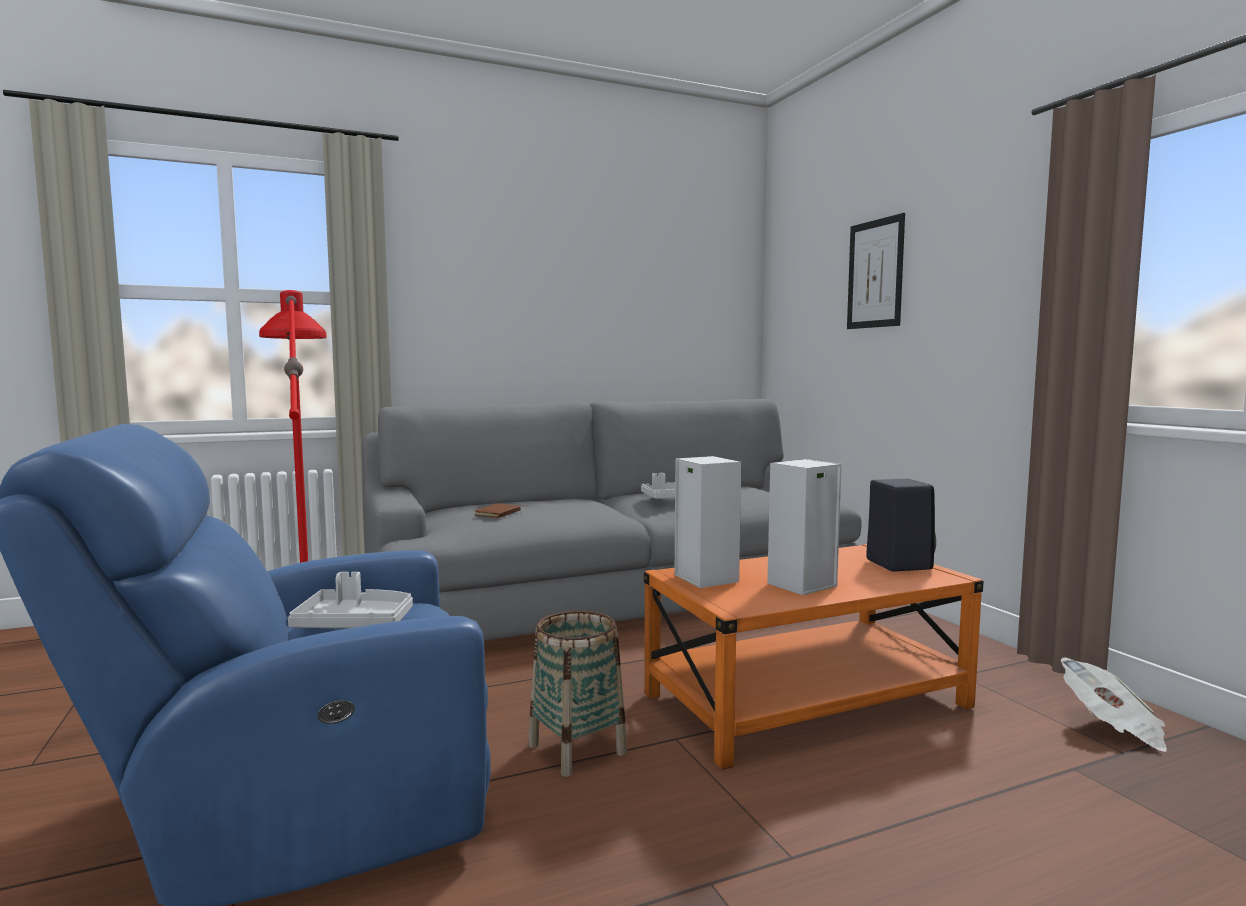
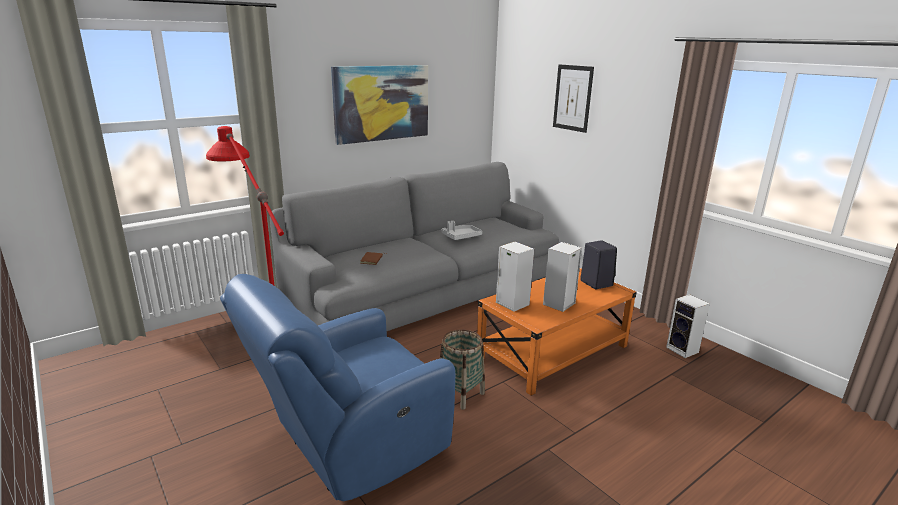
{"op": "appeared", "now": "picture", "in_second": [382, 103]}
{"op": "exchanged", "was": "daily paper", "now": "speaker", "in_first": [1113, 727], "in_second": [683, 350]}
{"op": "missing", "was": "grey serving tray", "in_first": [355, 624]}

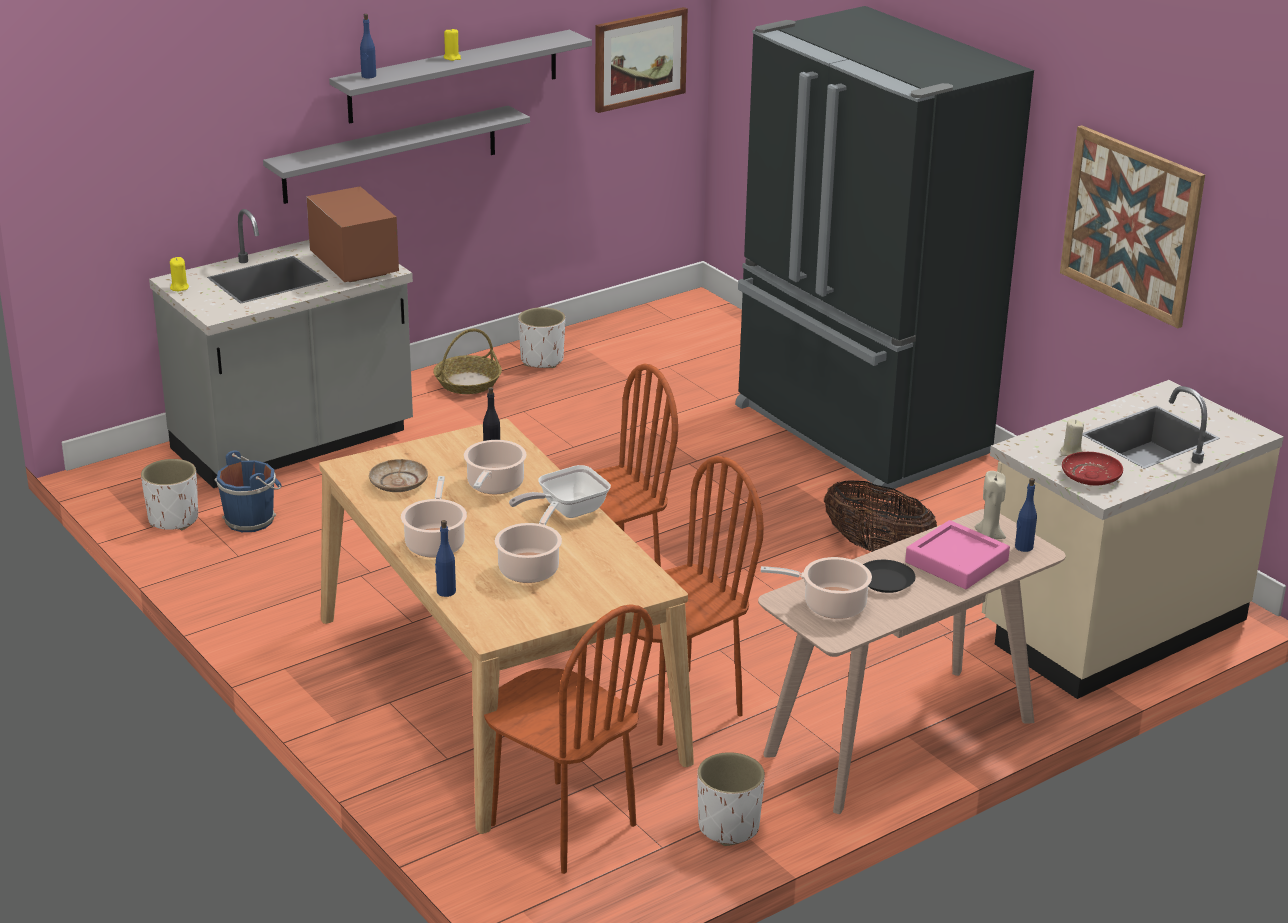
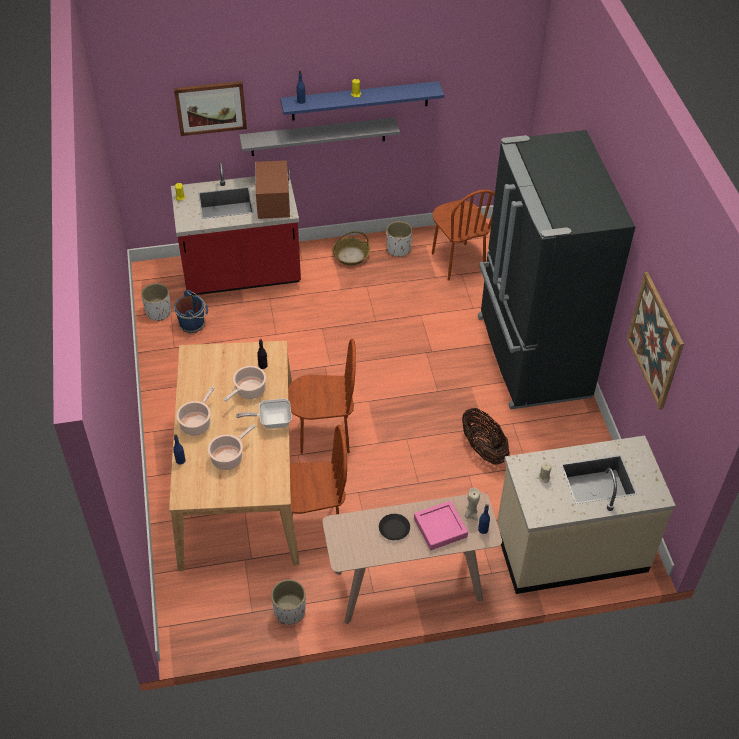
{"op": "colour", "was": "grey counter", "now": "red-coloured counter", "in_first": [294, 443], "in_second": [242, 275]}
{"op": "relocated", "was": "picture", "in_first": [639, 58], "in_second": [210, 107]}
{"op": "colour", "was": "grey wall shelf", "now": "blue-coloured wall shelf", "in_first": [454, 76], "in_second": [360, 101]}
{"op": "relocated", "was": "brown upright chair", "in_first": [562, 825], "in_second": [457, 261]}
{"op": "missing", "was": "sand-coloured plate", "in_first": [398, 483]}
{"op": "missing", "was": "cooking pot", "in_first": [830, 605]}
{"op": "missing", "was": "red-coloured plate", "in_first": [1091, 476]}

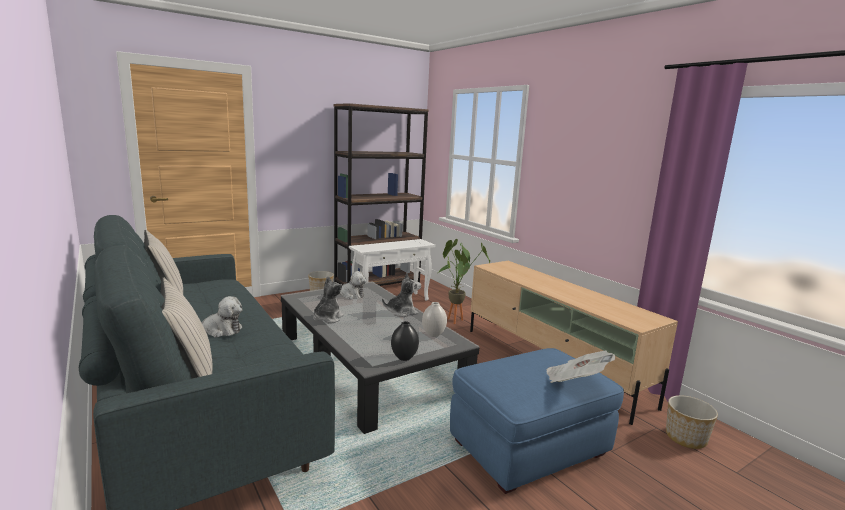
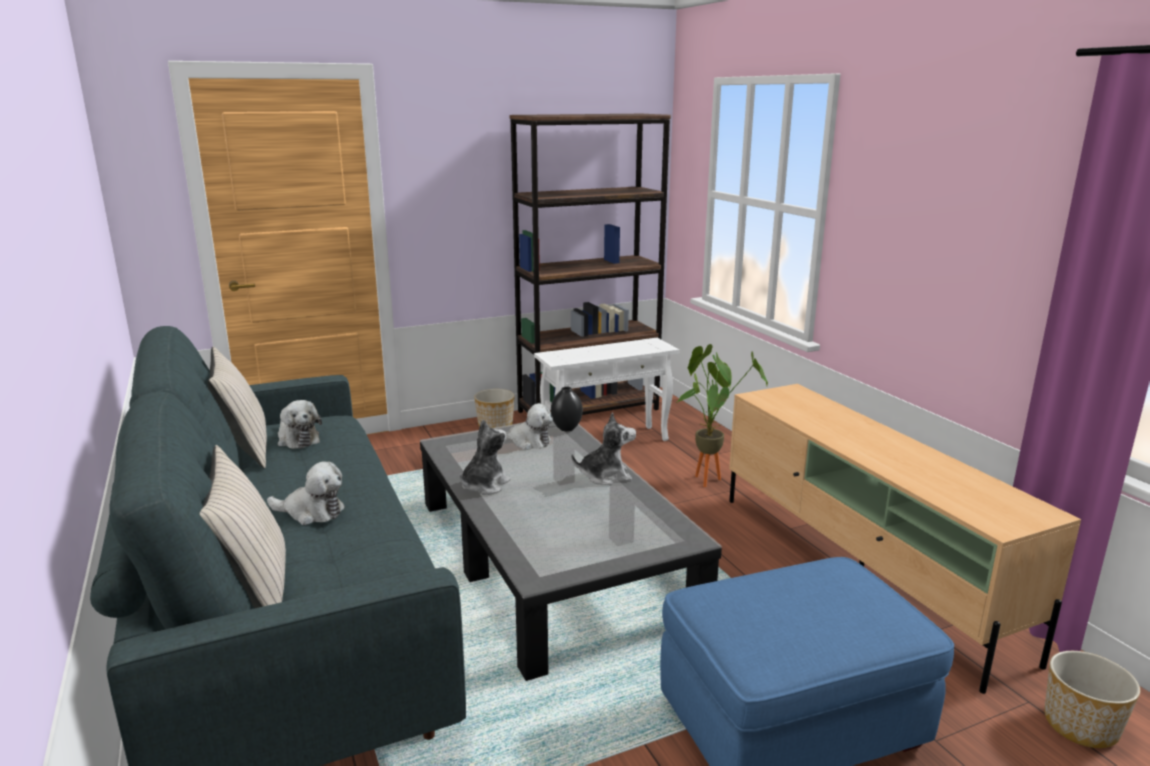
{"op": "appeared", "now": "plush toy", "in_second": [297, 439]}
{"op": "relocated", "was": "black-coloured flower vase", "in_first": [403, 358], "in_second": [566, 428]}
{"op": "missing", "was": "whitish flower vase", "in_first": [433, 335]}
{"op": "missing", "was": "daily paper", "in_first": [575, 381]}

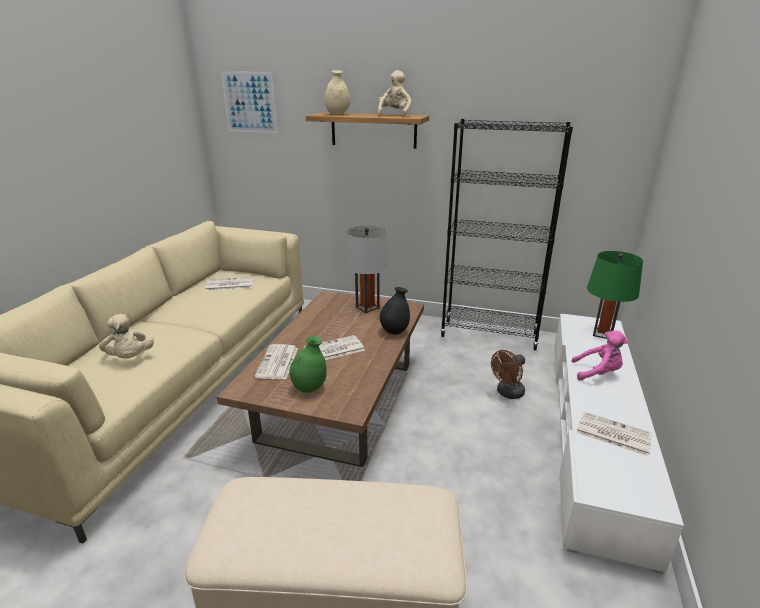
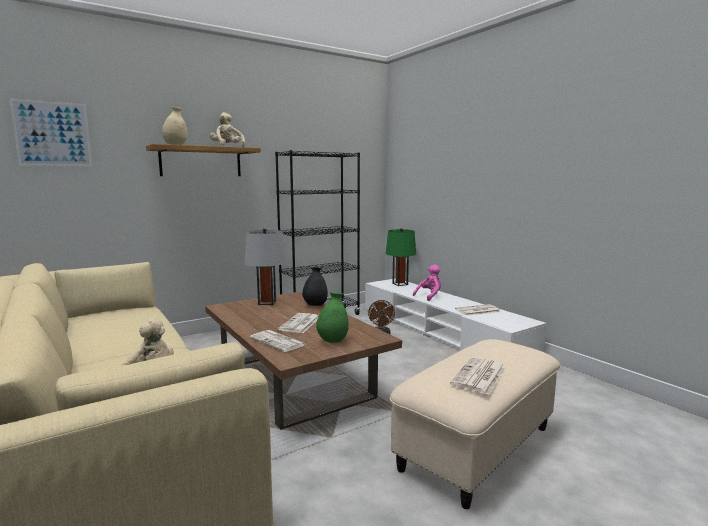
{"op": "relocated", "was": "daily paper", "in_first": [229, 285], "in_second": [479, 376]}

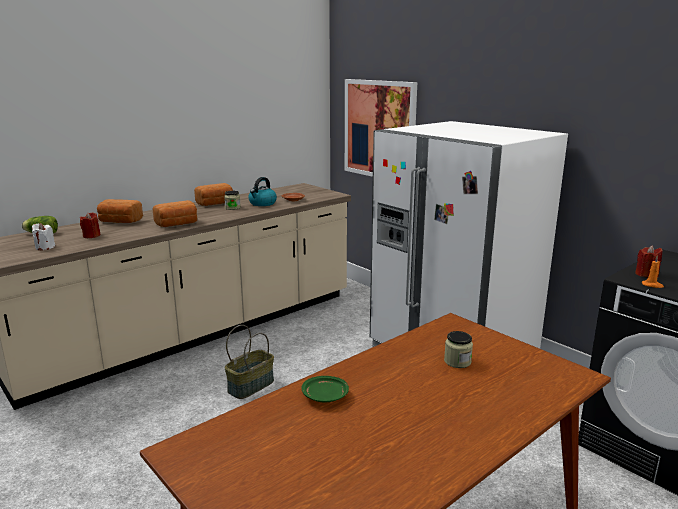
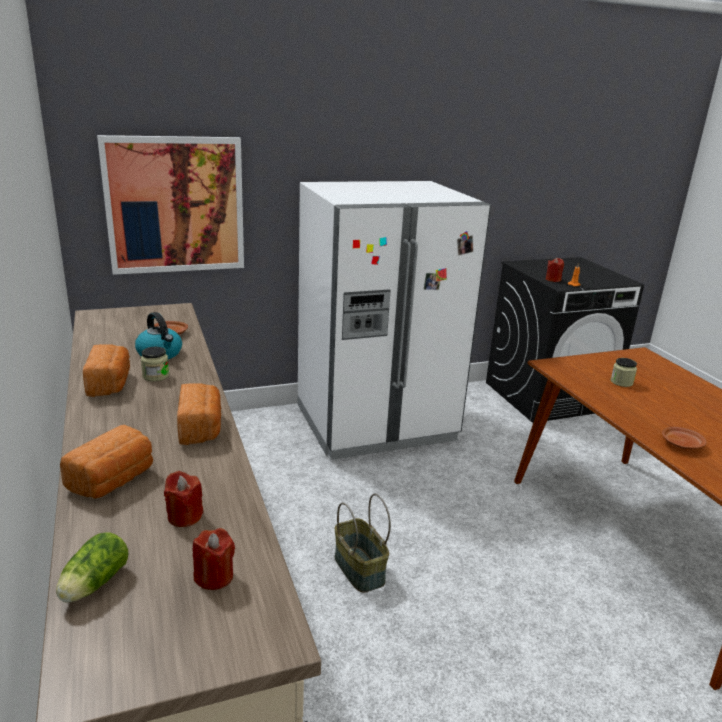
{"op": "colour", "was": "whitish wax light", "now": "red-coloured wax light", "in_first": [45, 247], "in_second": [214, 576]}
{"op": "colour", "was": "green plate", "now": "brown plate", "in_first": [325, 396], "in_second": [681, 444]}

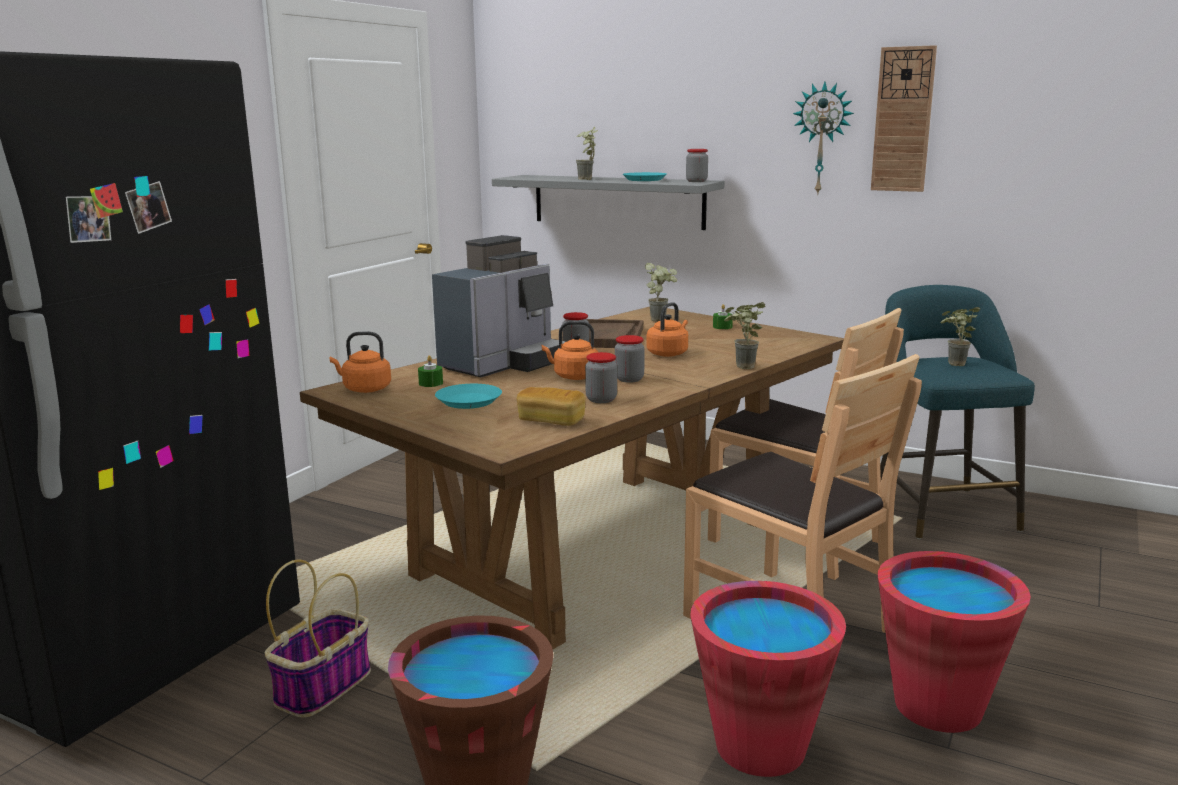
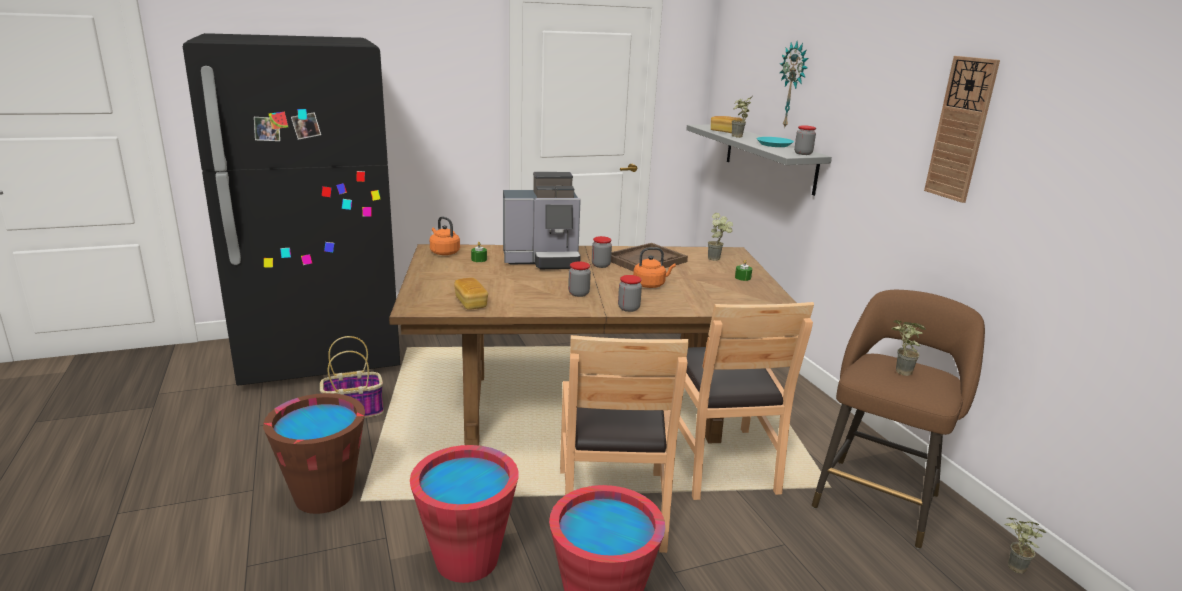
{"op": "relocated", "was": "preserve jar", "in_first": [601, 399], "in_second": [628, 308]}
{"op": "appeared", "now": "bakery bread", "in_second": [725, 132]}
{"op": "relocated", "was": "hanging clock", "in_first": [822, 138], "in_second": [793, 85]}
{"op": "colour", "was": "turquoise sitting stool", "now": "brown sitting stool", "in_first": [940, 510], "in_second": [877, 497]}
{"op": "relocated", "was": "potted plant", "in_first": [741, 368], "in_second": [1011, 567]}
{"op": "missing", "was": "turquoise plate", "in_first": [468, 401]}
{"op": "missing", "was": "orange tea kettle", "in_first": [573, 377]}

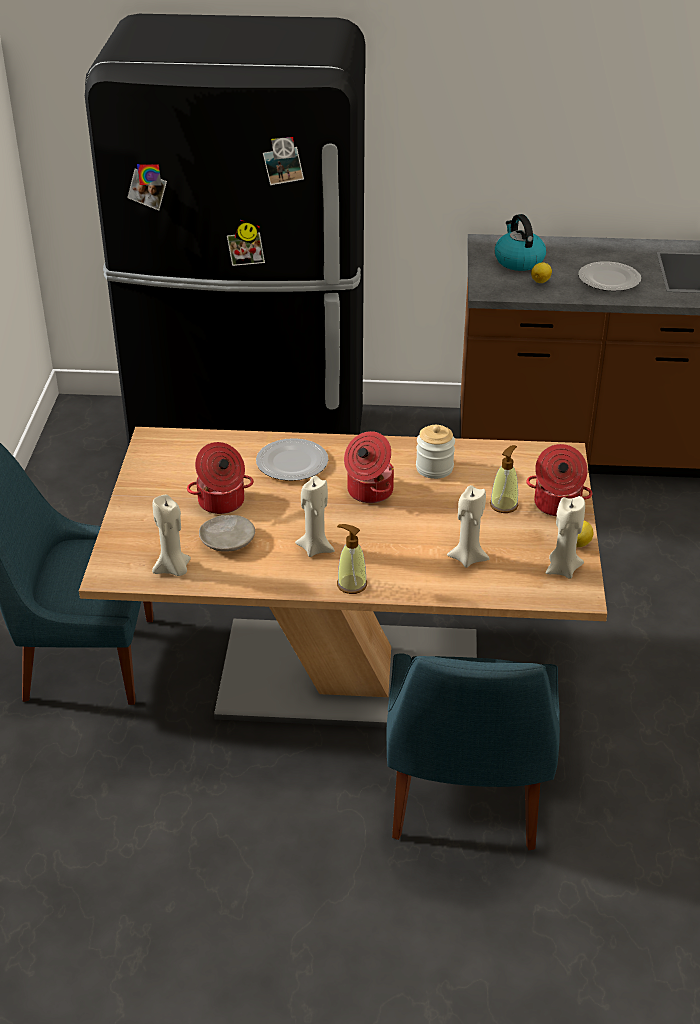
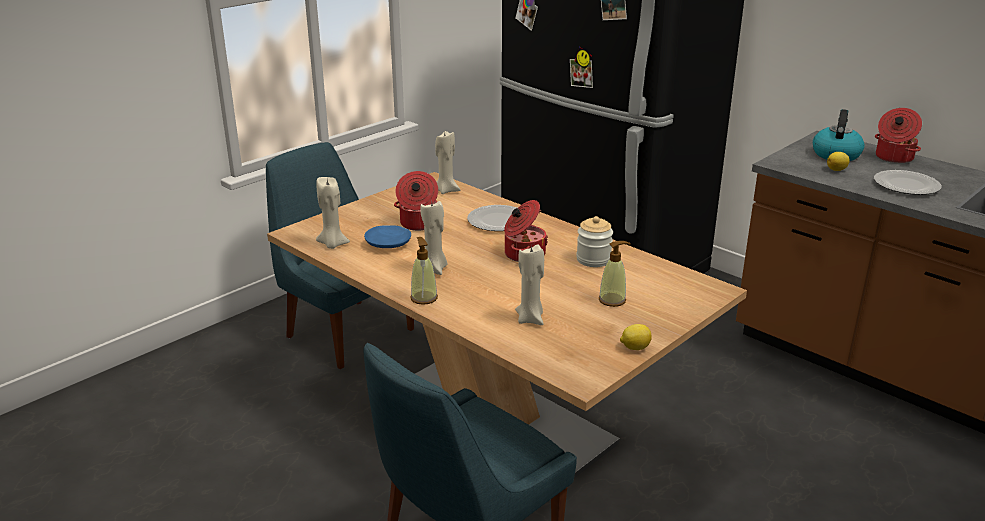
{"op": "colour", "was": "sand-coloured plate", "now": "blue-coloured plate", "in_first": [228, 540], "in_second": [388, 243]}
{"op": "relocated", "was": "sand-coloured wax light", "in_first": [562, 569], "in_second": [446, 190]}
{"op": "relocated", "was": "cooking pot", "in_first": [556, 505], "in_second": [893, 158]}

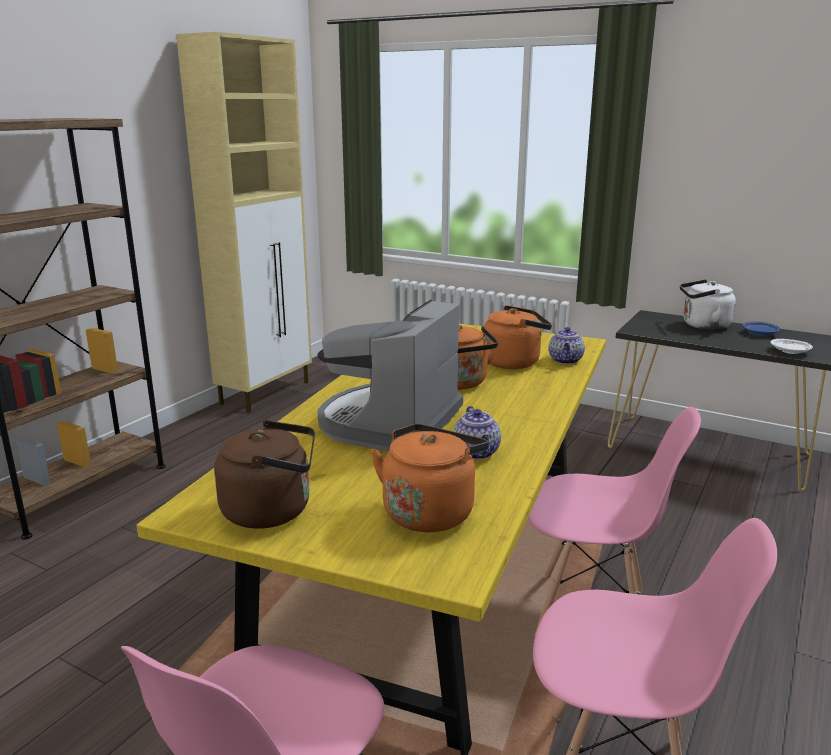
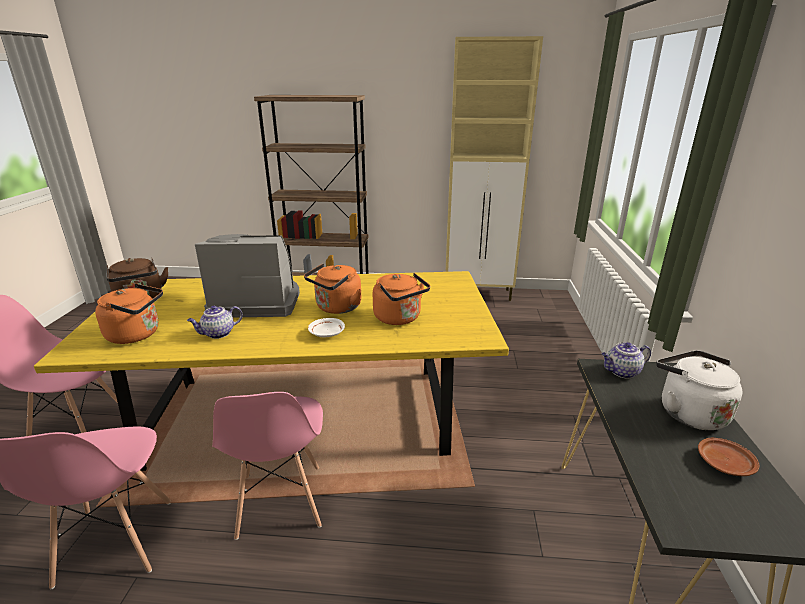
{"op": "relocated", "was": "whitish plate", "in_first": [790, 352], "in_second": [326, 333]}
{"op": "relocated", "was": "pot for tea", "in_first": [566, 360], "in_second": [621, 372]}
{"op": "colour", "was": "blue-coloured plate", "now": "brown plate", "in_first": [759, 333], "in_second": [724, 463]}

